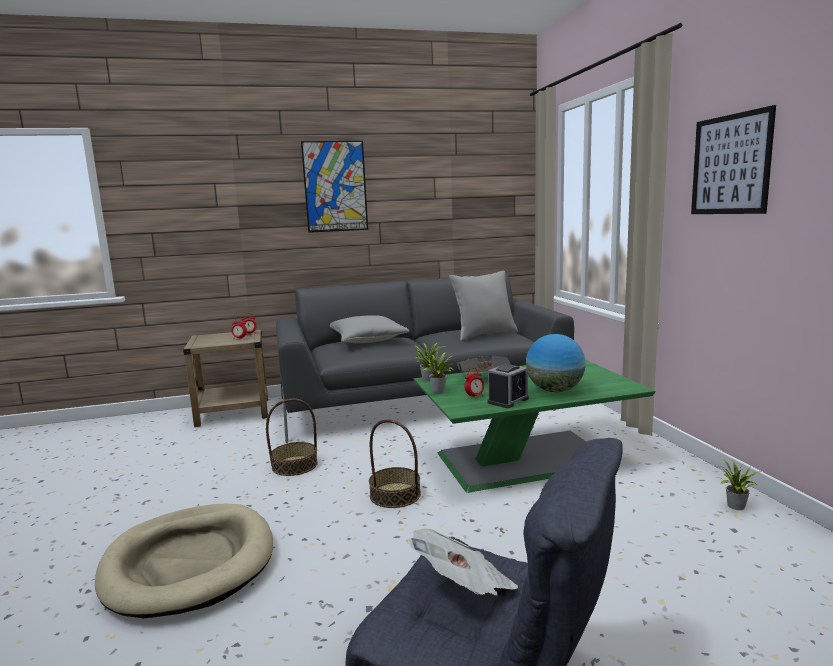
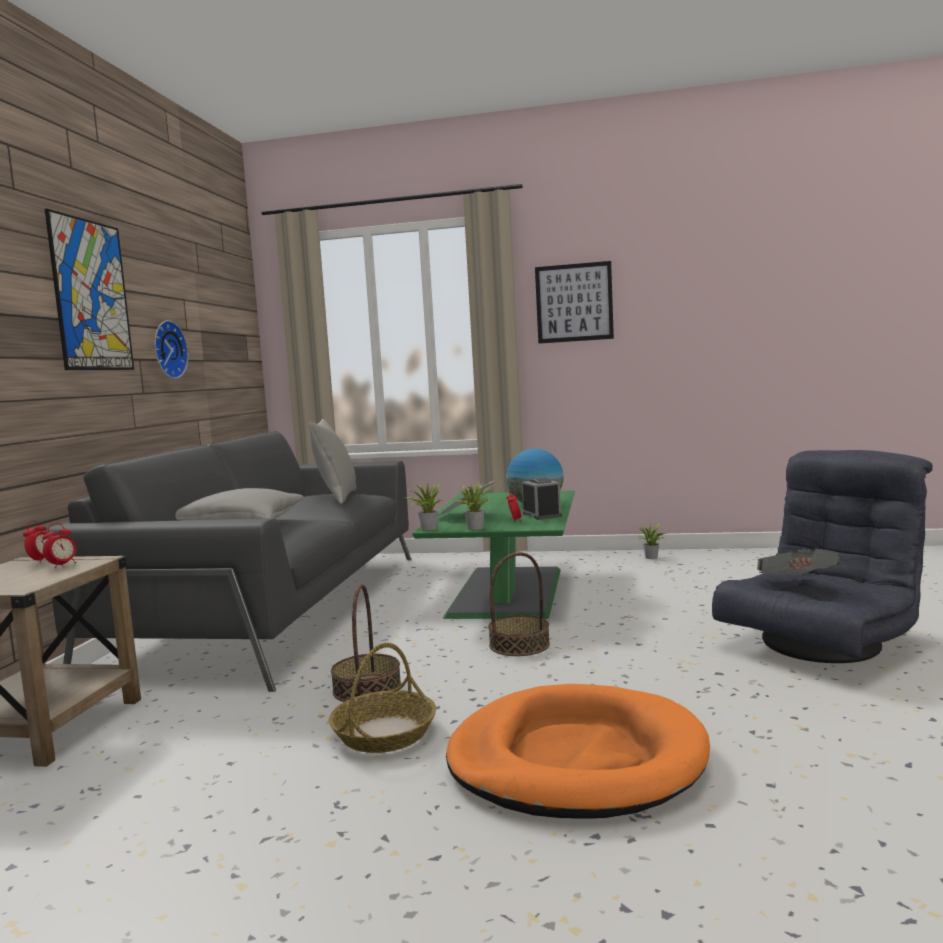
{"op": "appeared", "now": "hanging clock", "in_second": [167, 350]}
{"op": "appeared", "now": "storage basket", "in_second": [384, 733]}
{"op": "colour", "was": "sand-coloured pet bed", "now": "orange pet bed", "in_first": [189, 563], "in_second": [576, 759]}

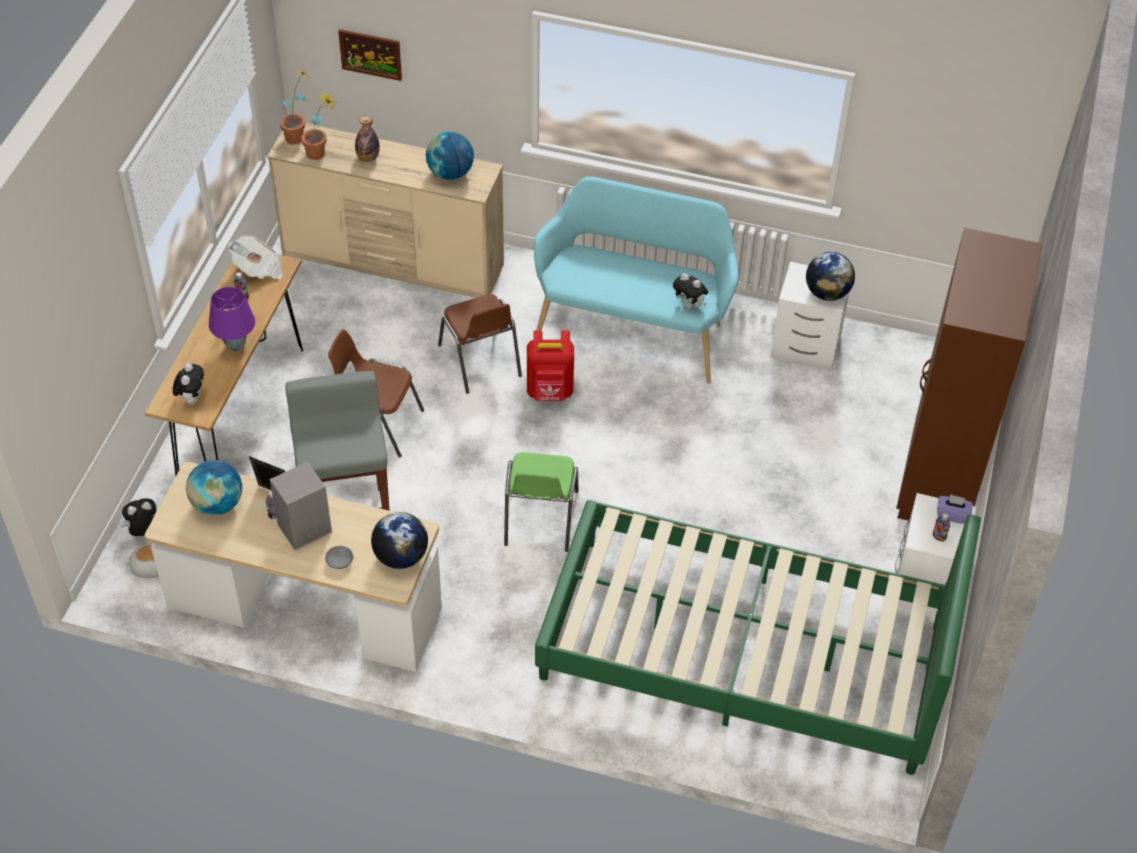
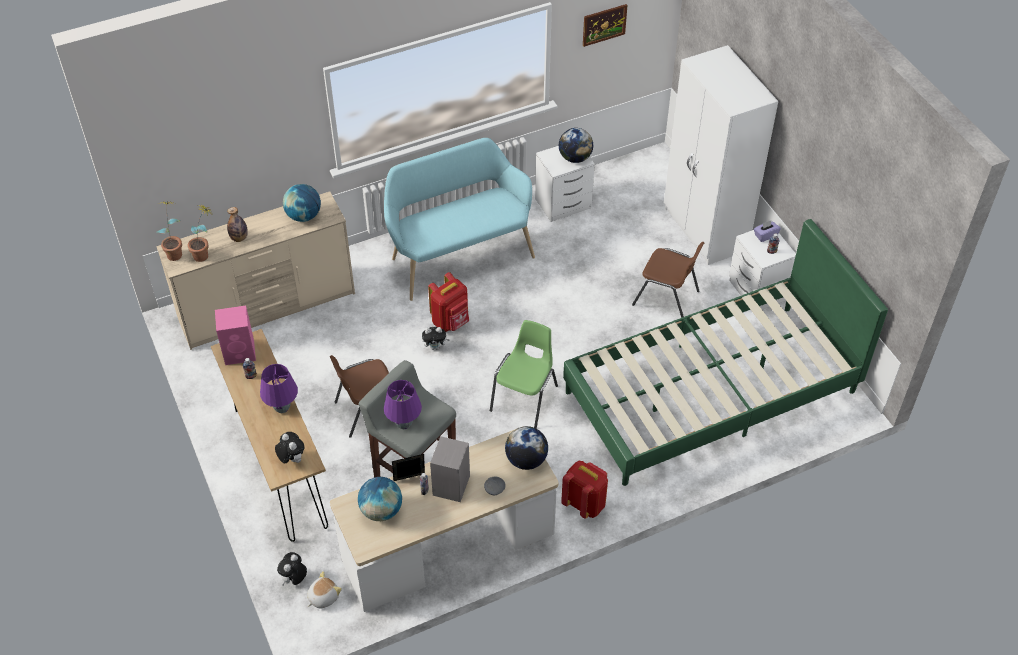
{"op": "exchanged", "was": "daily paper", "now": "pinkish speaker", "in_first": [258, 269], "in_second": [240, 352]}
{"op": "appeared", "now": "purplish lamp for a table", "in_second": [404, 424]}
{"op": "relocated", "was": "plush toy", "in_first": [689, 306], "in_second": [435, 347]}
{"op": "spun", "was": "green upright chair", "in_first": [539, 519], "in_second": [525, 398], "clockwise": -120}
{"op": "appeared", "now": "red-coloured knapsack", "in_second": [585, 504]}
{"op": "relocated", "was": "picture", "in_first": [370, 54], "in_second": [604, 24]}
{"op": "relocated", "was": "brown upright chair", "in_first": [480, 361], "in_second": [667, 298]}
{"op": "colour", "was": "brown clothes cupboard", "now": "whitish clothes cupboard", "in_first": [938, 478], "in_second": [705, 230]}

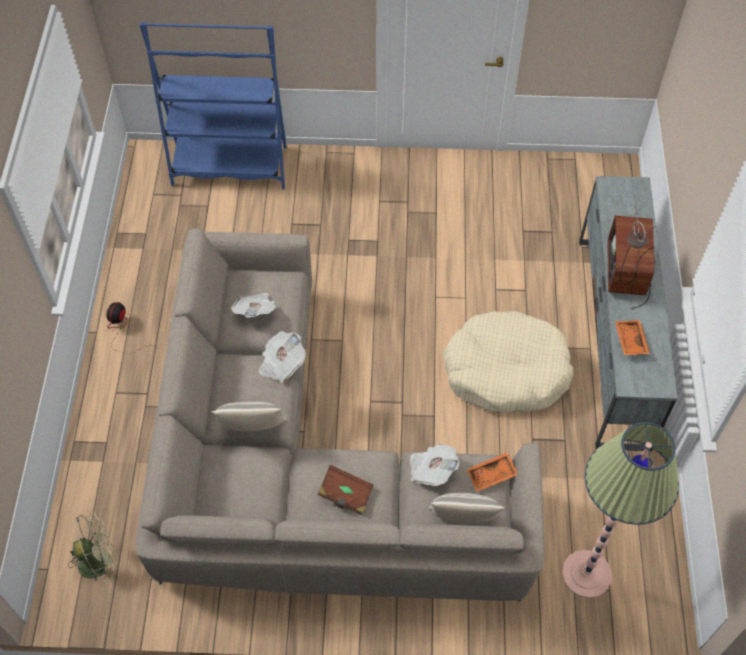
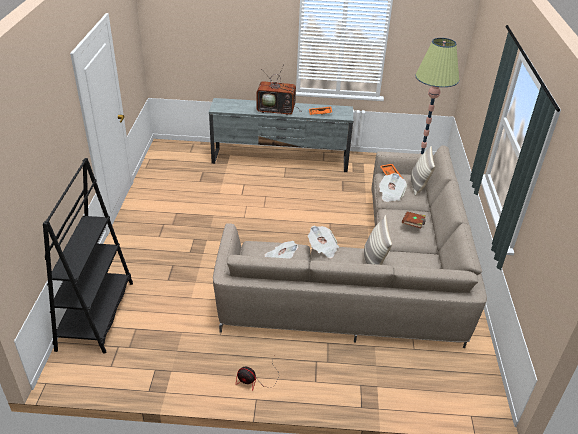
{"op": "colour", "was": "blue-coloured shelving unit", "now": "black-coloured shelving unit", "in_first": [229, 166], "in_second": [96, 315]}
{"op": "missing", "was": "green electric fan", "in_first": [99, 561]}
{"op": "missing", "was": "sand-coloured pet bed", "in_first": [505, 371]}

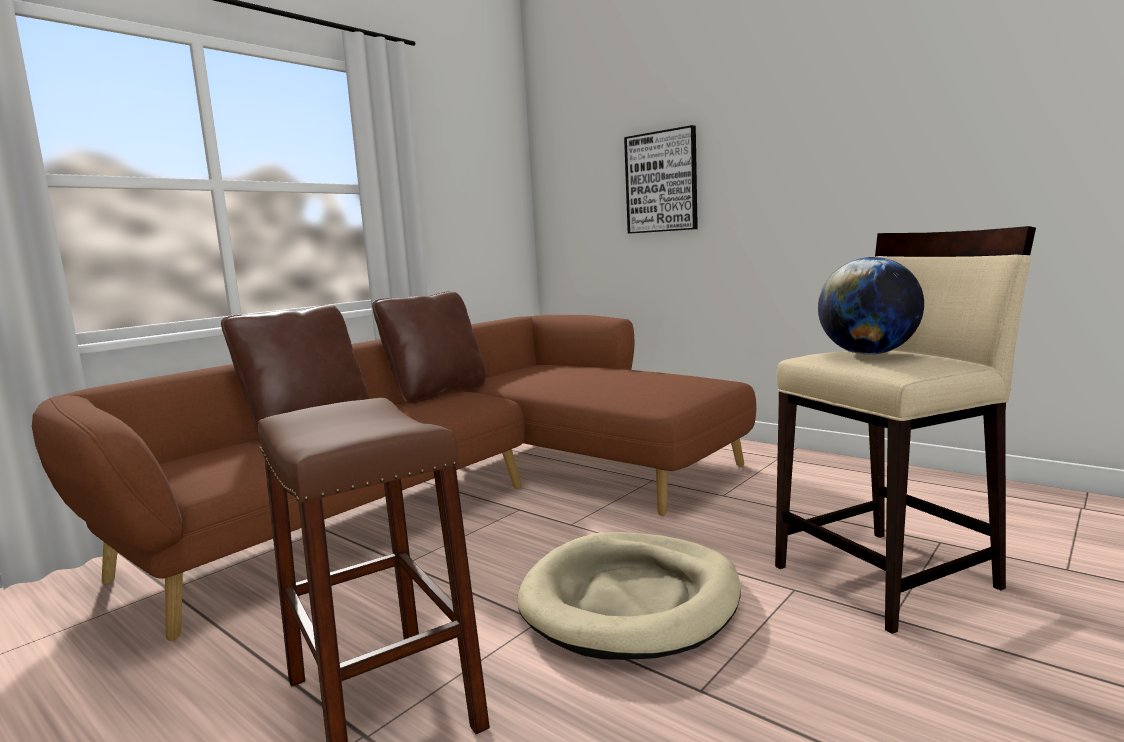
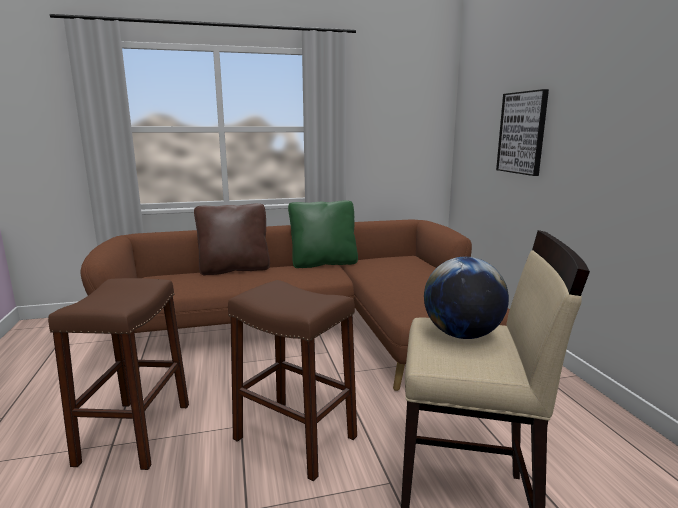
{"op": "exchanged", "was": "sand-coloured pet bed", "now": "brown sitting stool", "in_first": [631, 600], "in_second": [295, 438]}
{"op": "colour", "was": "brown cushion", "now": "green cushion", "in_first": [436, 392], "in_second": [323, 263]}

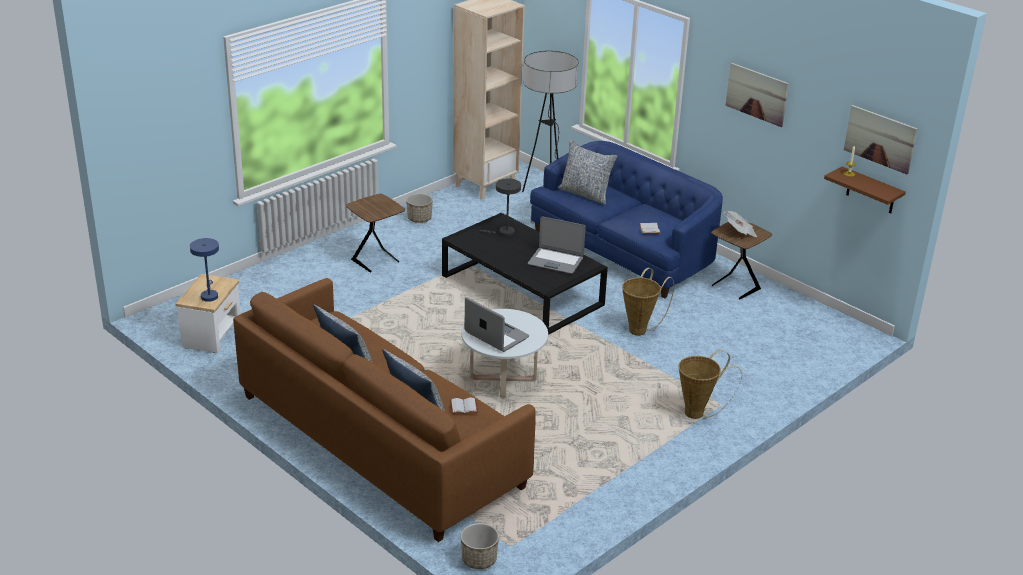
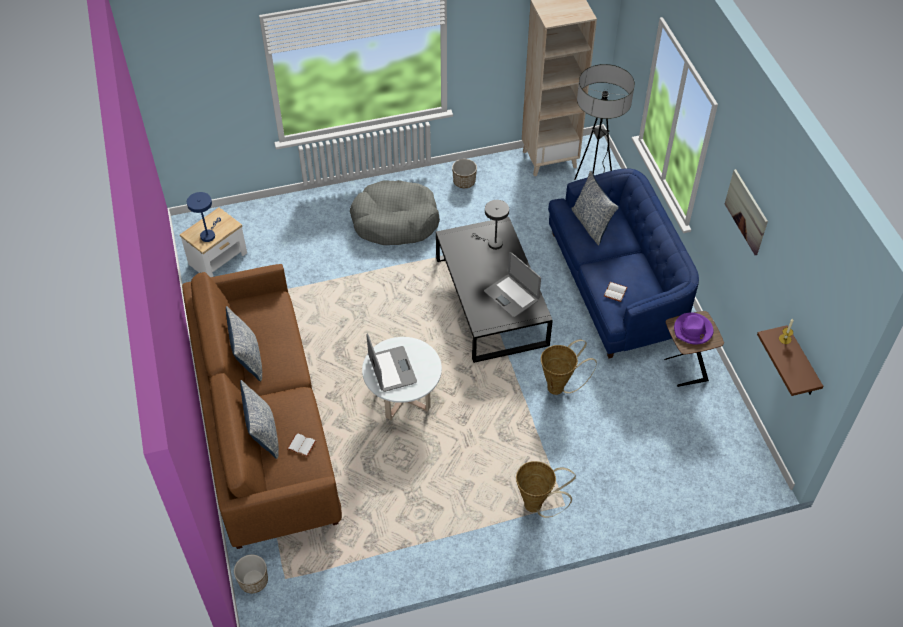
{"op": "exchanged", "was": "brown side table", "now": "grey pet bed", "in_first": [377, 261], "in_second": [395, 221]}
{"op": "exchanged", "was": "daily paper", "now": "purplish hat", "in_first": [739, 232], "in_second": [693, 330]}
{"op": "missing", "was": "picture", "in_first": [880, 139]}

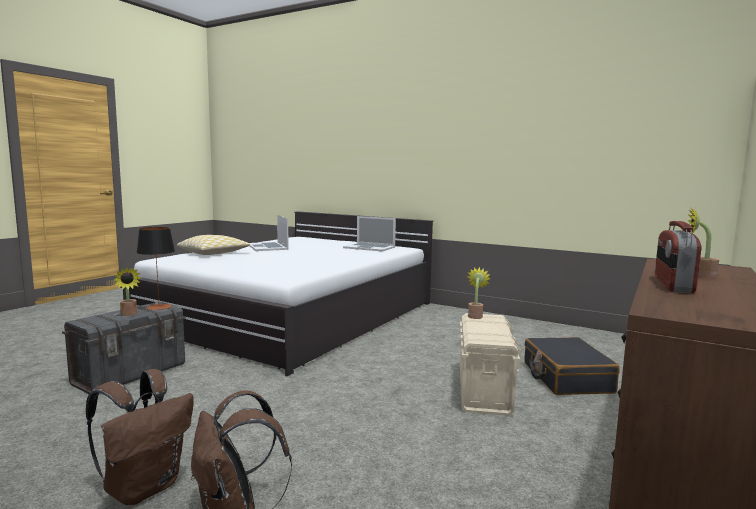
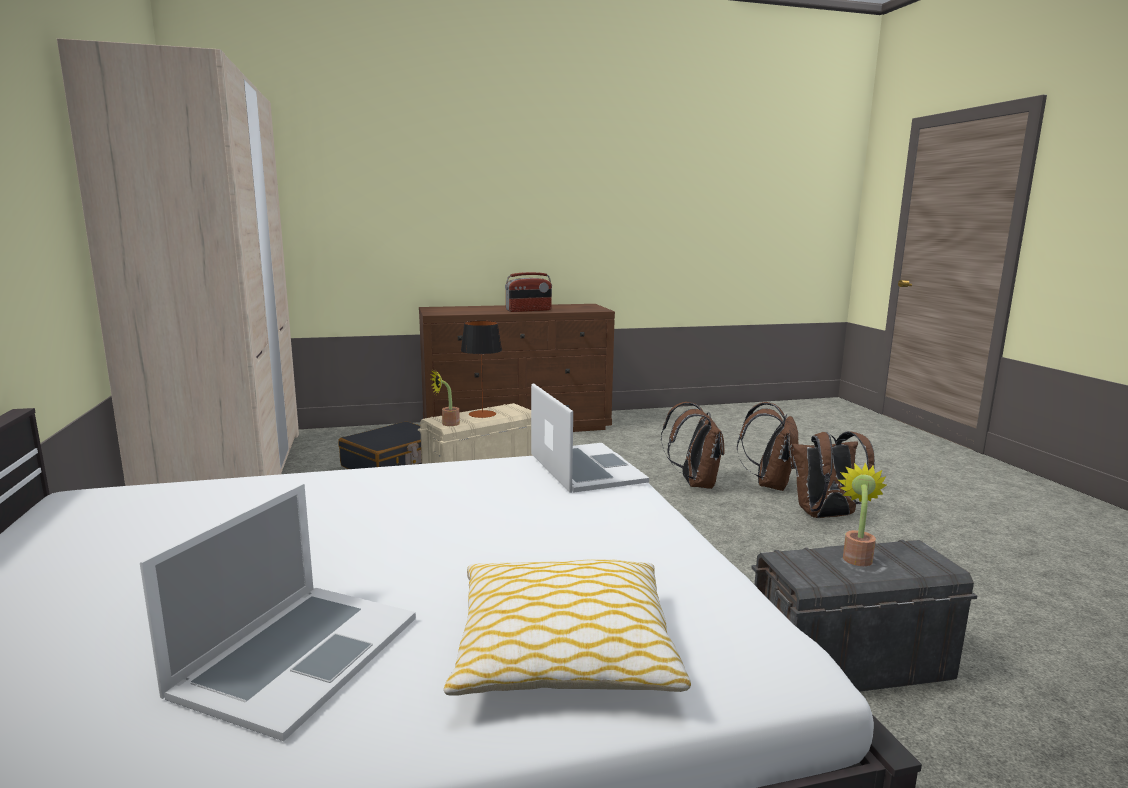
{"op": "appeared", "now": "sand-coloured clothes cupboard", "in_second": [231, 474]}
{"op": "relocated", "was": "lamp for a table", "in_first": [159, 307], "in_second": [482, 414]}
{"op": "relocated", "was": "portable computer", "in_first": [369, 247], "in_second": [585, 468]}
{"op": "appeared", "now": "brown knapsack", "in_second": [694, 483]}
{"op": "missing", "was": "potted plant", "in_first": [699, 276]}

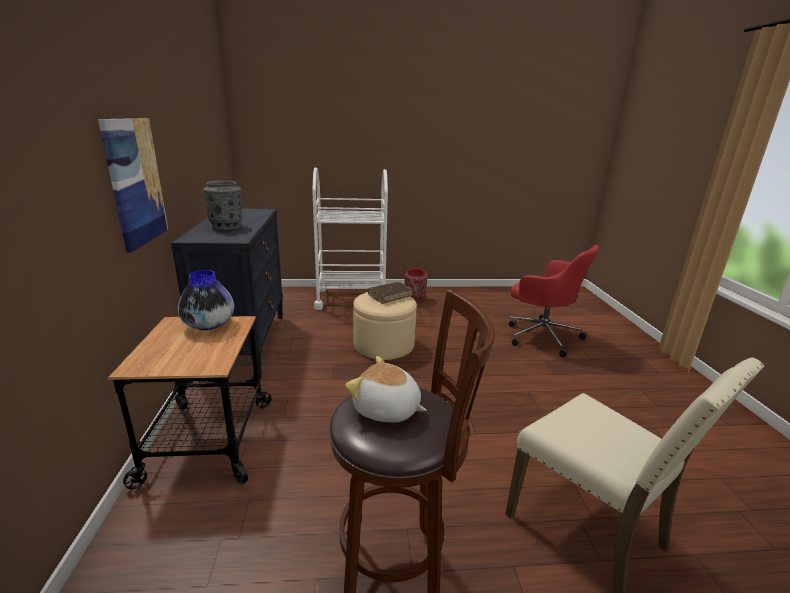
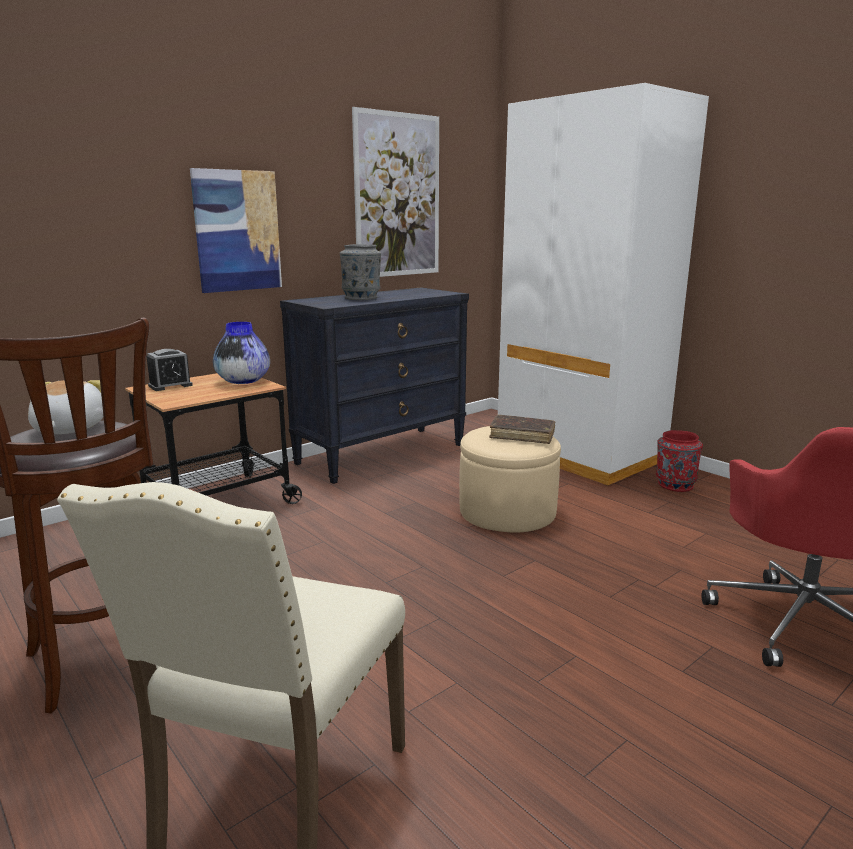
{"op": "appeared", "now": "alarm clock", "in_second": [170, 385]}
{"op": "appeared", "now": "picture", "in_second": [398, 196]}
{"op": "exchanged", "was": "whitish cart", "now": "whitish clothes cupboard", "in_first": [351, 299], "in_second": [579, 455]}

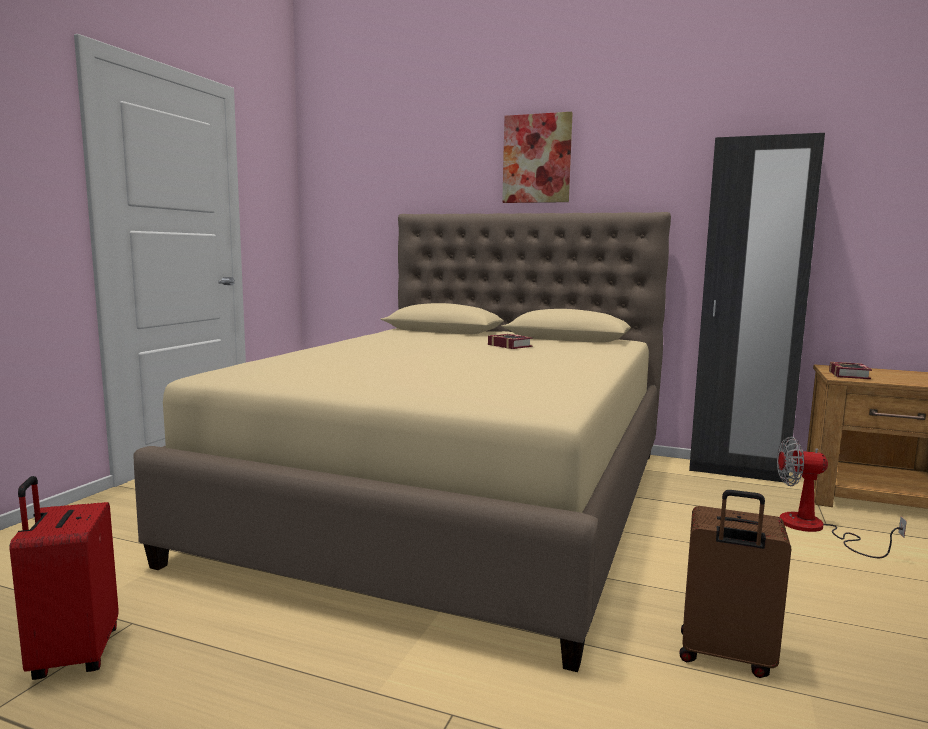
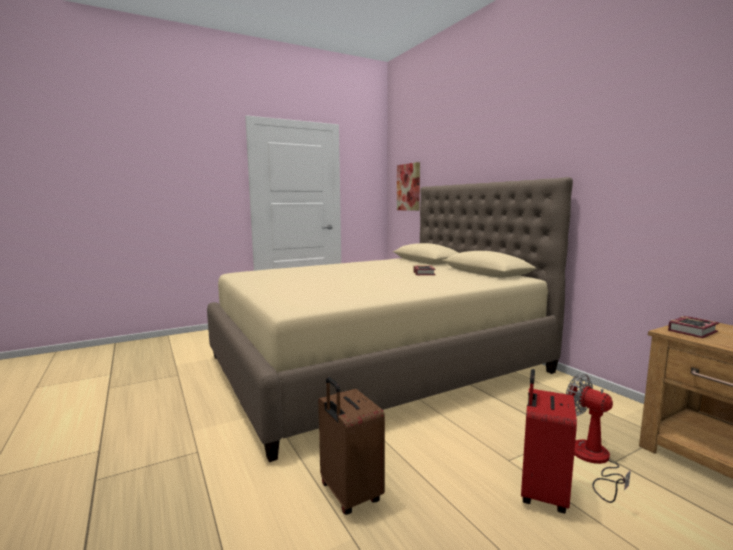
{"op": "relocated", "was": "picture", "in_first": [537, 159], "in_second": [408, 187]}
{"op": "relocated", "was": "red-coloured suitcase", "in_first": [73, 655], "in_second": [541, 492]}
{"op": "missing", "was": "black-coloured clothes cupboard", "in_first": [736, 471]}

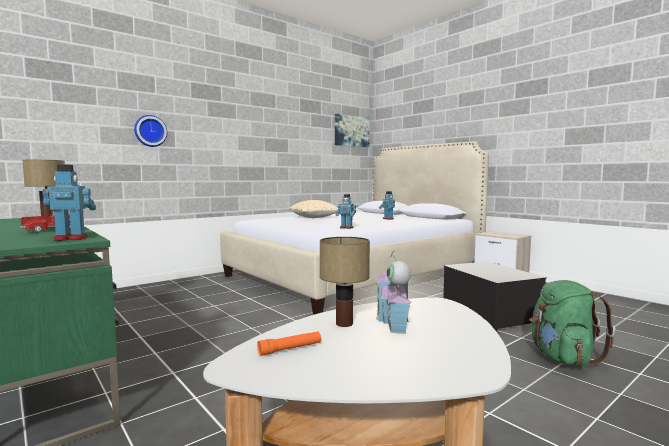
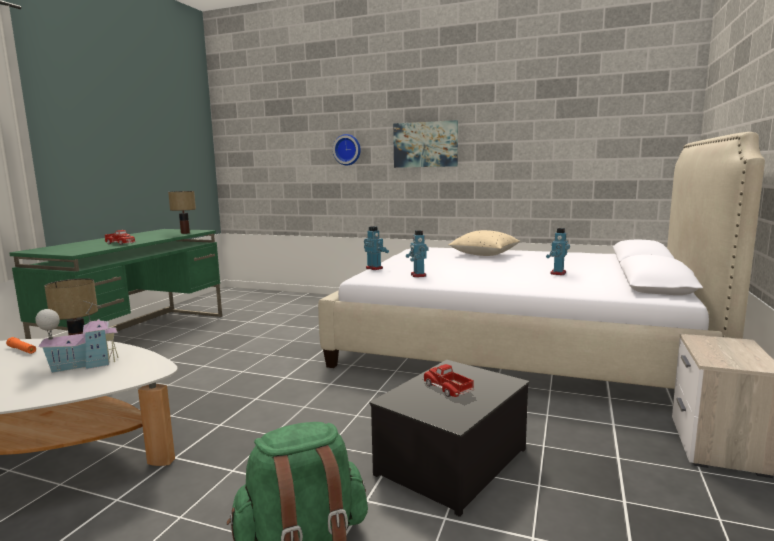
{"op": "relocated", "was": "robot figure", "in_first": [71, 238], "in_second": [374, 268]}
{"op": "relocated", "was": "picture", "in_first": [351, 131], "in_second": [425, 144]}
{"op": "appeared", "now": "toy lorry", "in_second": [447, 388]}

